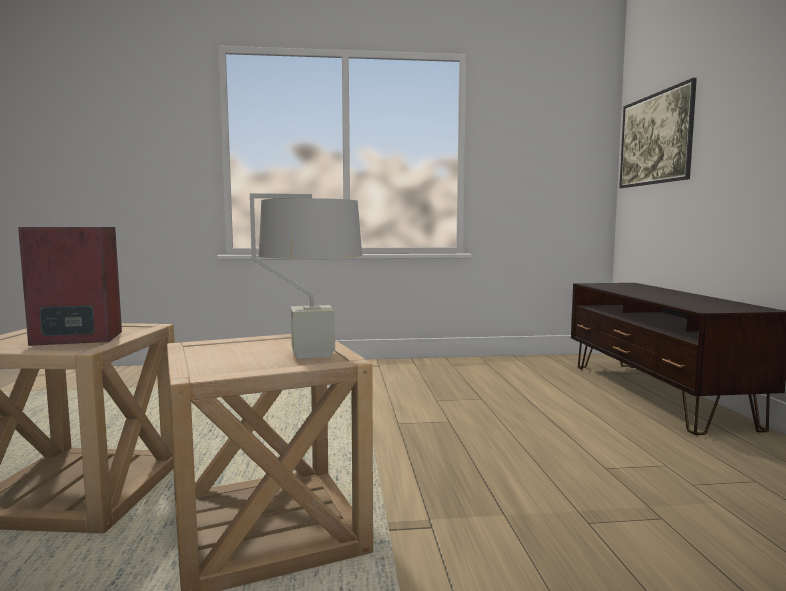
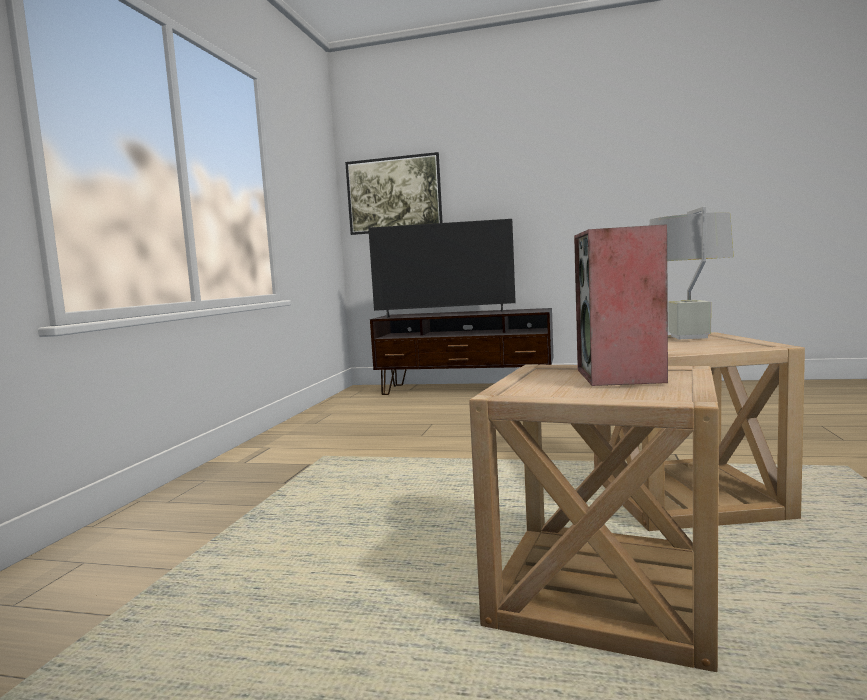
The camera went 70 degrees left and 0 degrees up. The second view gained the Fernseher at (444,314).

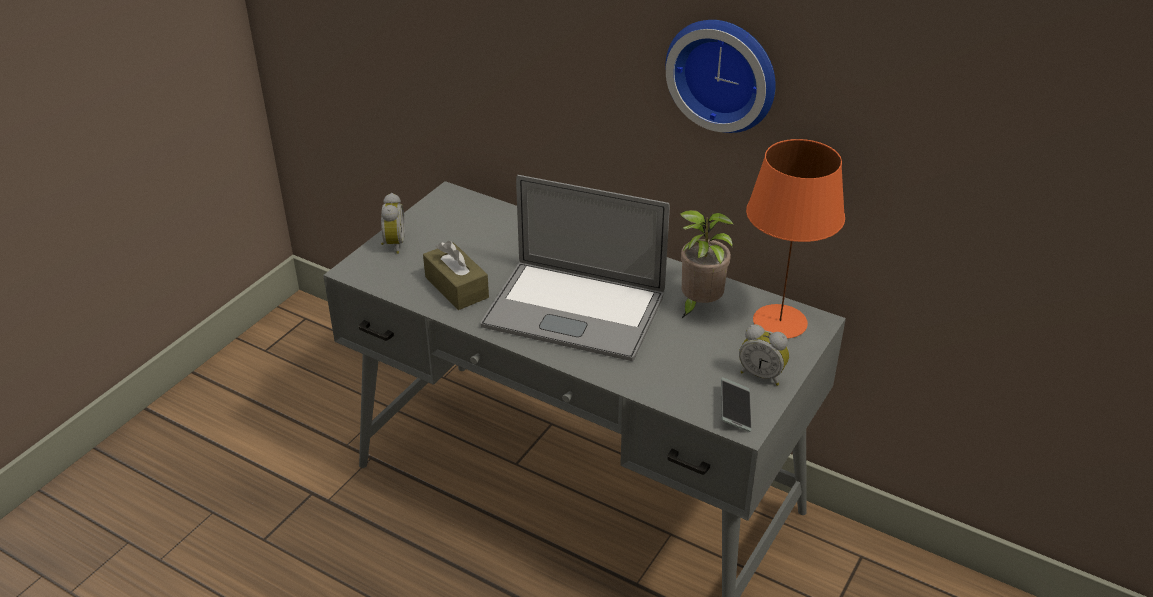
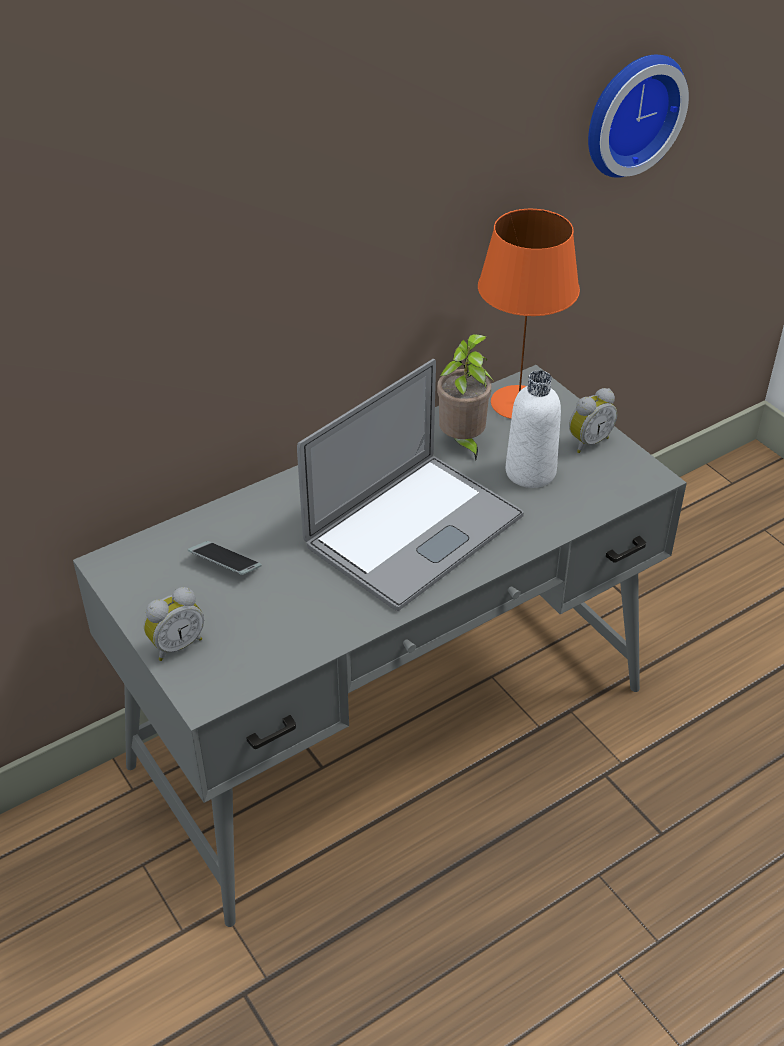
The camera went 65 degrees left and 5 degrees up. The Wanduhr ended up elsewhere, having gone from (724,73) to (629,113). The Wecker at (392,244) ended up facing another way, 120 degrees clockwise from before. The second view lost the Taschentuchbox (braun) at (456,287). The Handy ended up elsewhere, having gone from (735,409) to (225,563). The second view gained the Flasche (weiß) at (530,472).

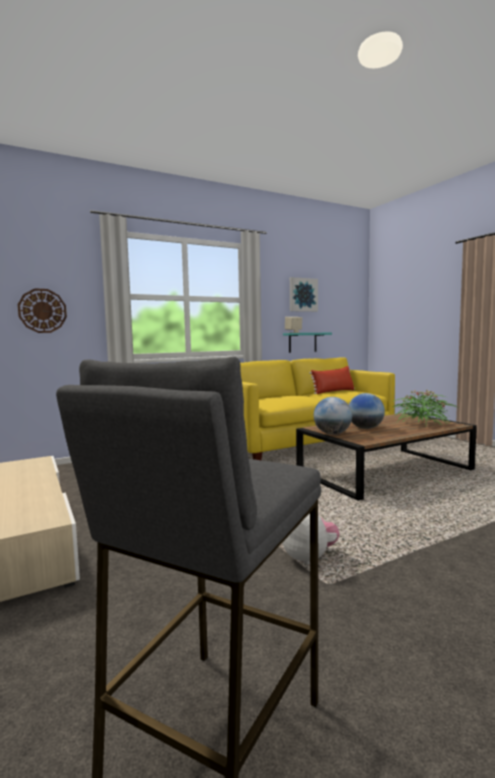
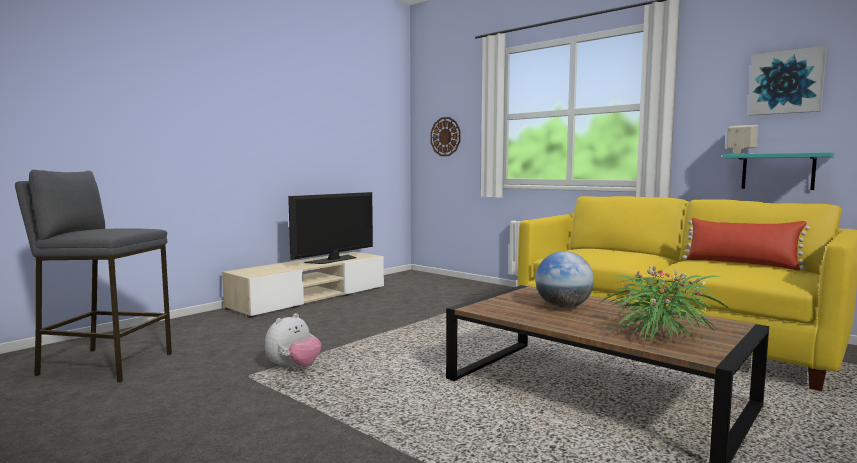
The camera went 70 degrees right and 0 degrees up. The second view lost the Globus at (332,434). The second view gained the Fernseher at (333,260).

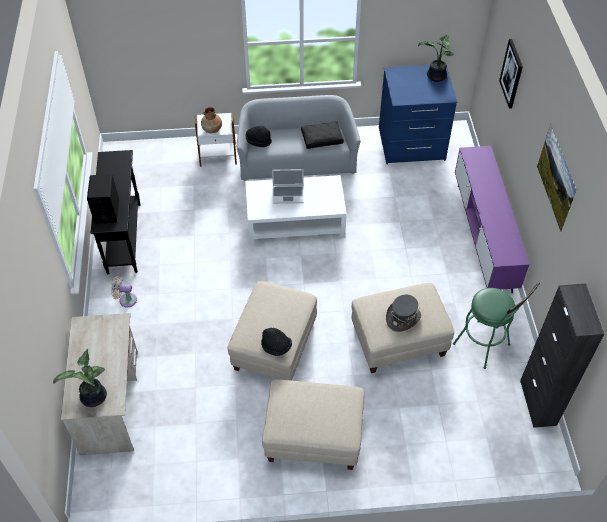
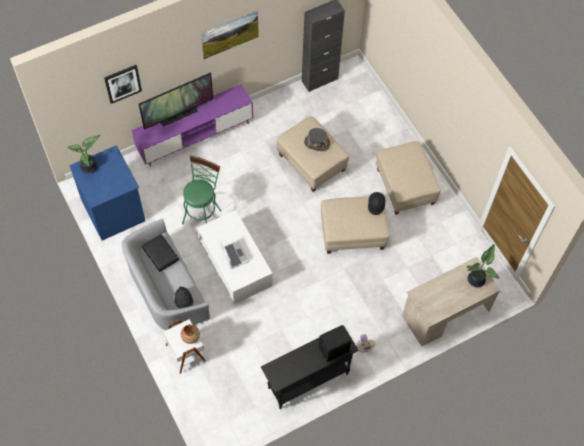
The camera went 115 degrees left and 10 degrees up. The Hocker (grün) ended up elsewhere, having gone from (485,347) to (203,214). The second view gained the Fernseher at (178,116).

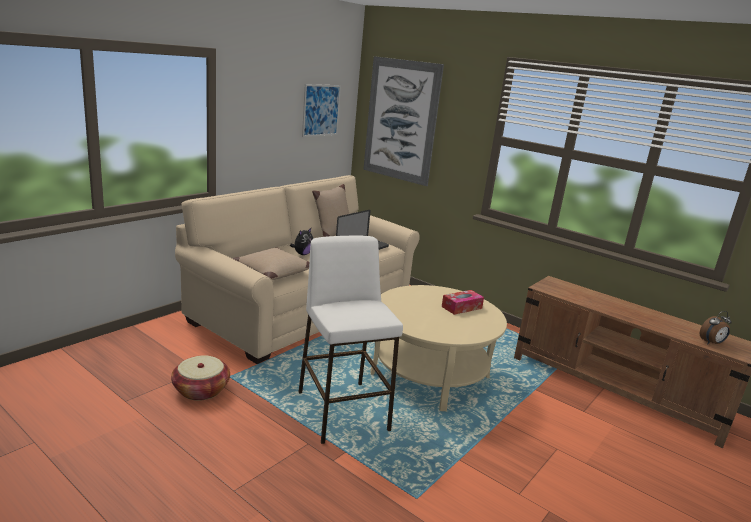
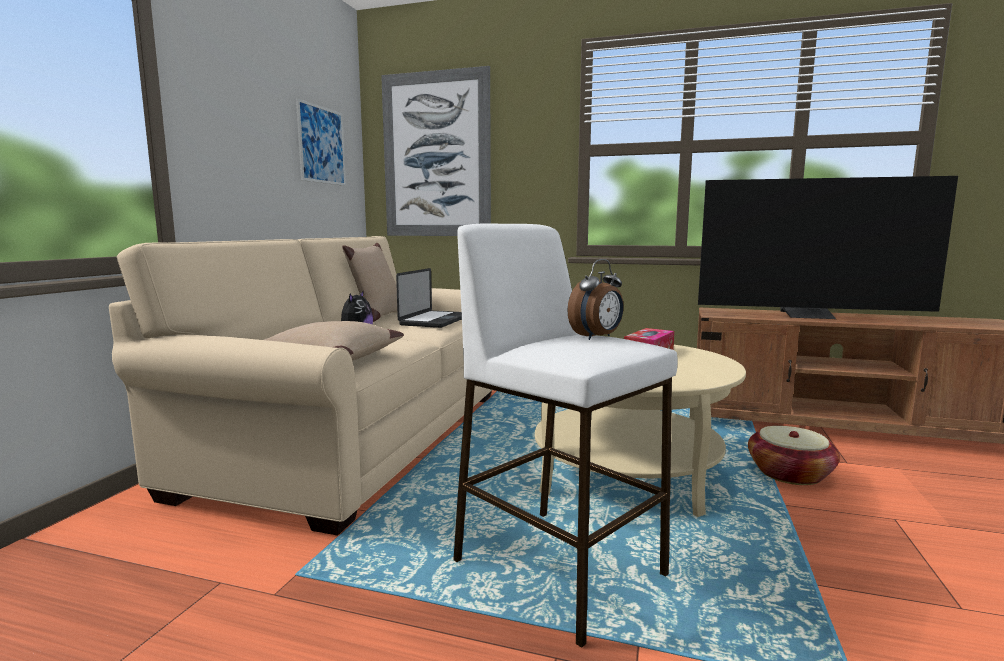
The camera went 20 degrees left and 10 degrees down. The Wecker ended up elsewhere, having gone from (711,343) to (597,337). The Korb ended up elsewhere, having gone from (201,390) to (789,474). The second view gained the Fernseher at (809,316).

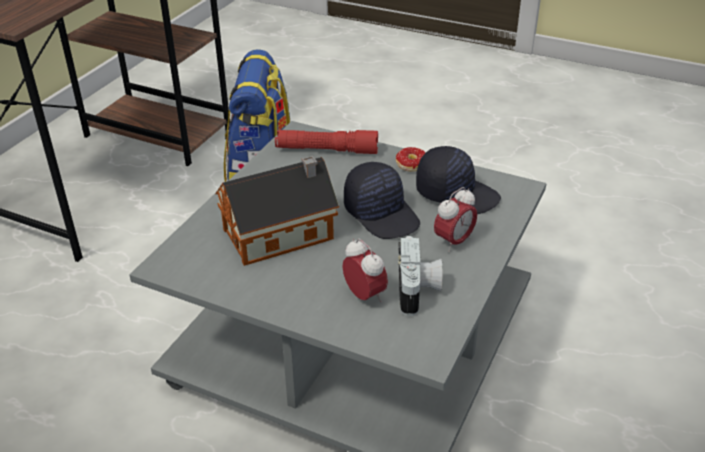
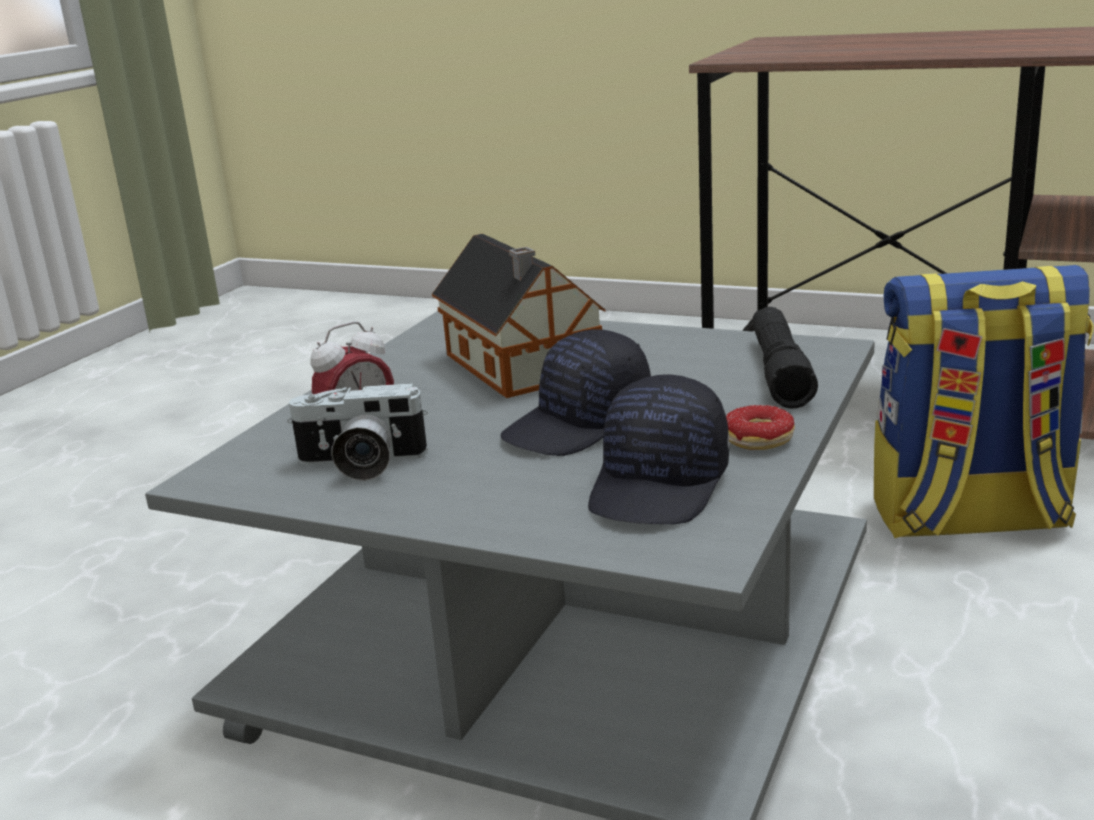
The camera went 90 degrees right and 15 degrees down. What was the Taschenlampe (rot) at (326,150) turned into the Taschenlampe (schwarz) at (779,371). The second view lost the Wecker at (453,242).

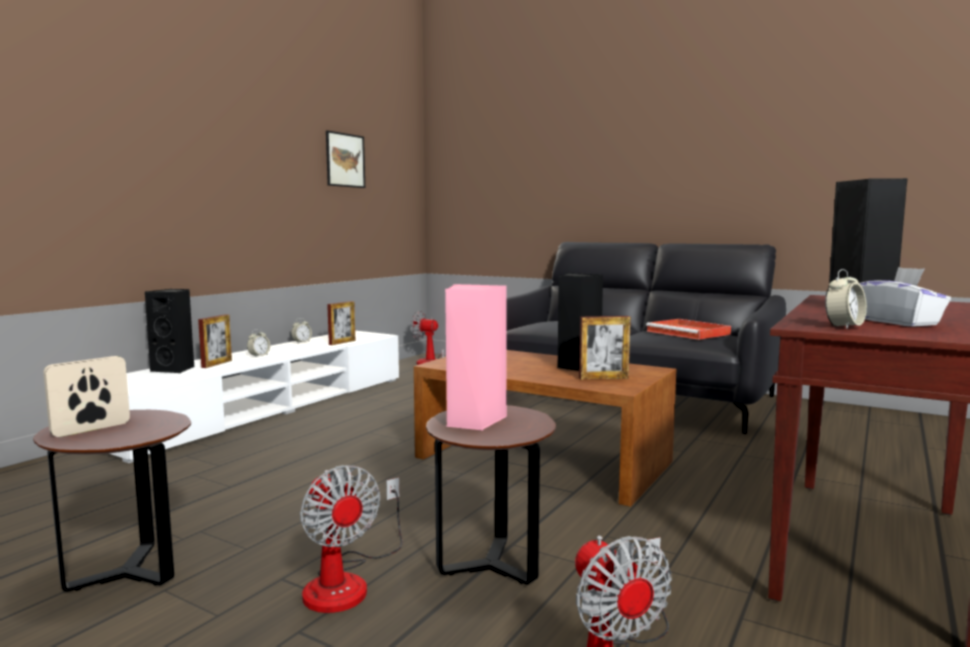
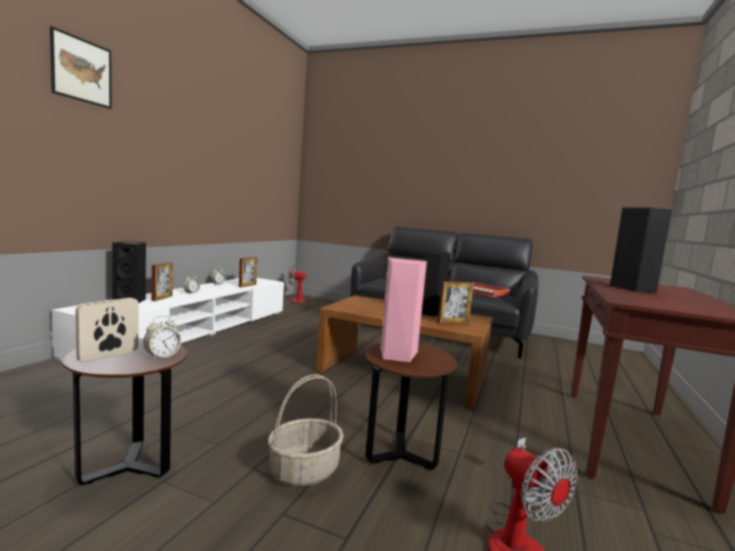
The camera went 10 degrees left and 0 degrees up. The Bild ended up elsewhere, having gone from (345,160) to (82,70). The second view lost the Taschentuchbox (weiß) at (900,322). The Wecker ended up elsewhere, having gone from (844,327) to (162,356). Where the Ventilator stood at (347,581), the Korb came to stand at (304,470).

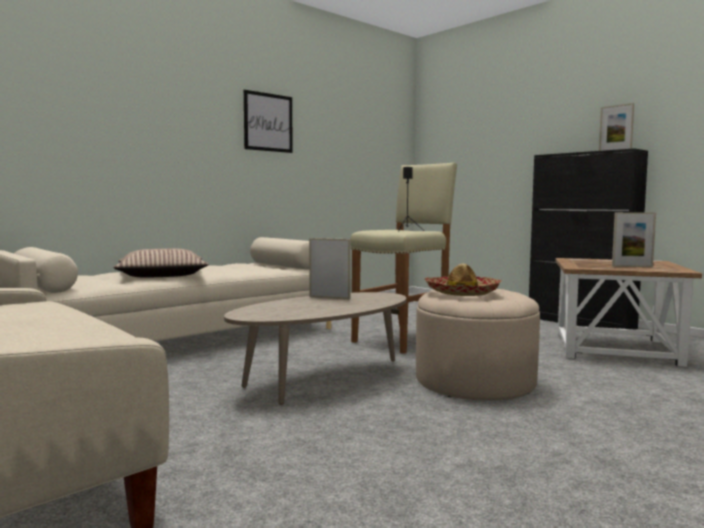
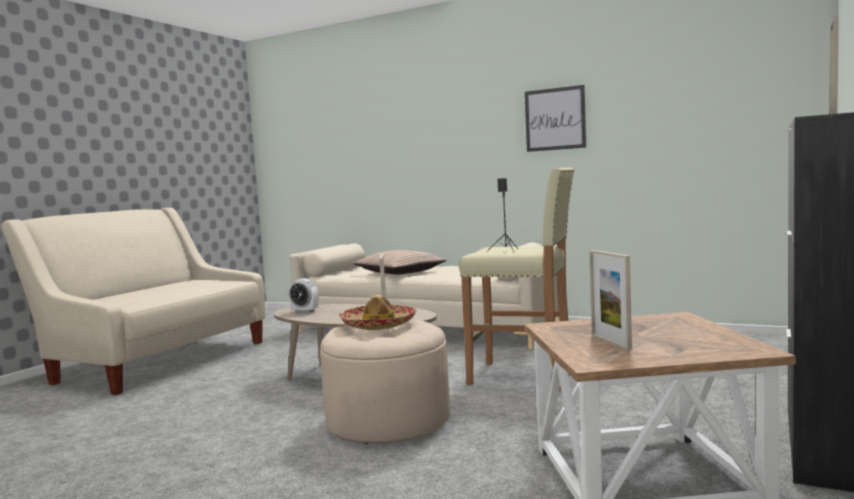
The camera went 70 degrees right and 0 degrees up. The second view gained the Wecker at (305,311).

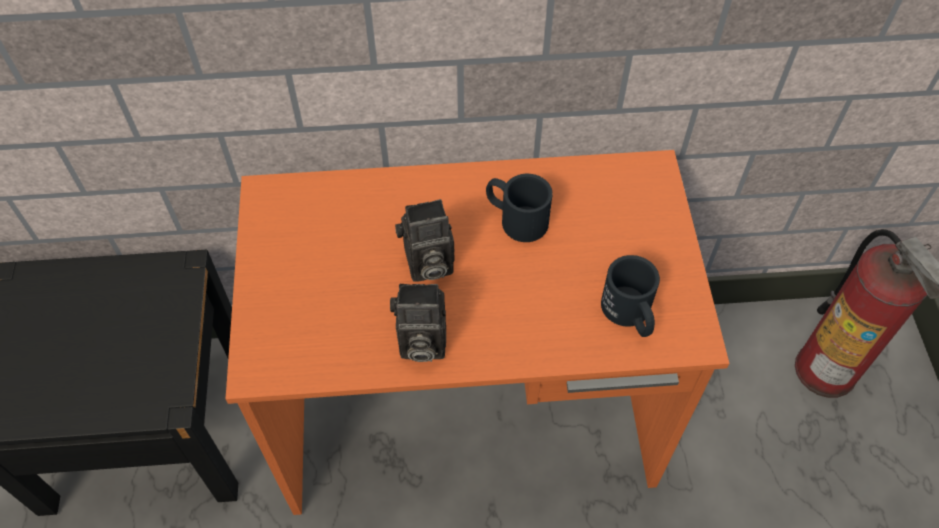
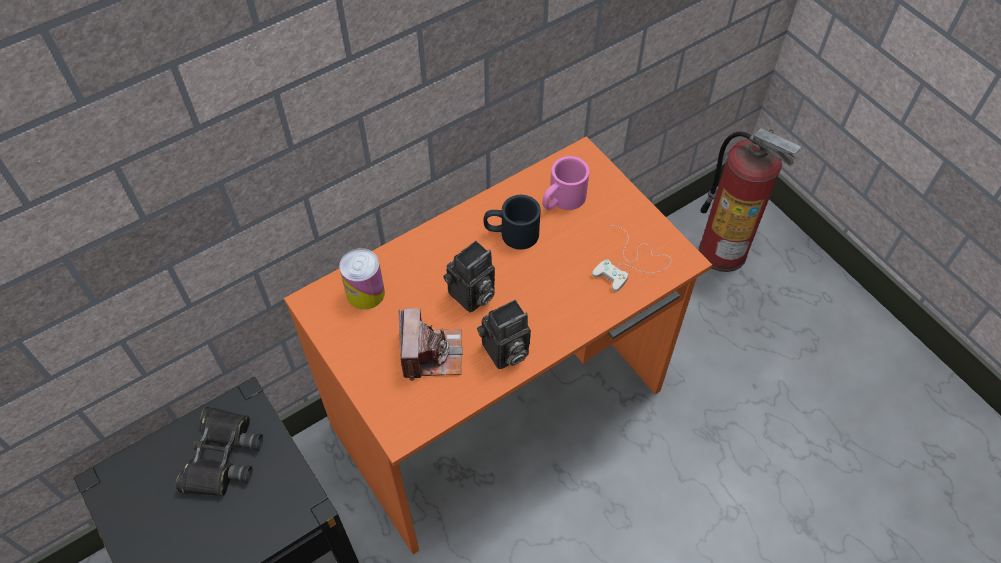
The camera went 30 degrees left and 0 degrees up. Where the Henkelbecher (schwarz) stood at (630,314), the Gamepad (weiß) came to stand at (631,263). The second view gained the Henkelbecher (rosa) at (562,200). The second view gained the Dose at (365,293). The second view gained the Kamera at (431,353). The second view gained the Fernglas (schwarz) at (222,456).

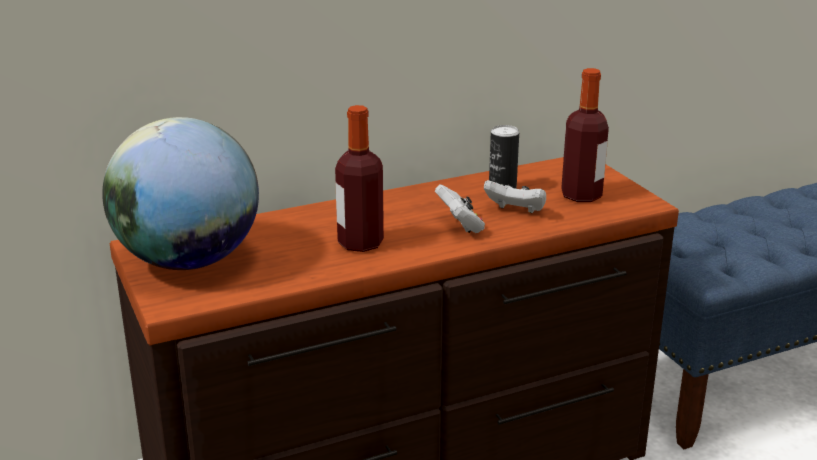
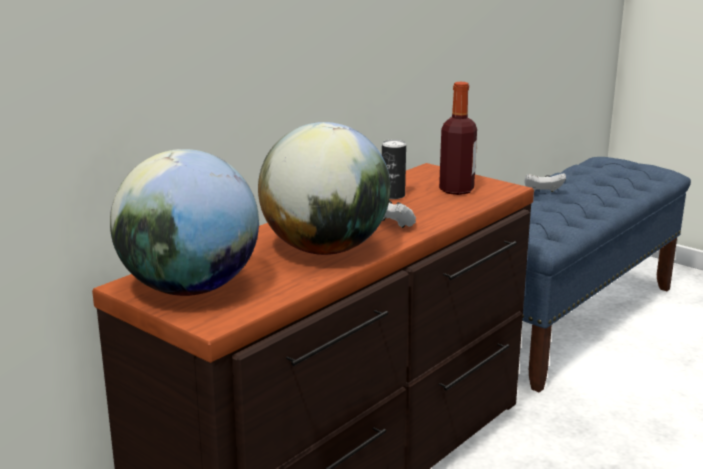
The camera went 25 degrees left and 5 degrees down. Where the Flasche stood at (360,243), the Globus came to stand at (325,249). The Gamepad (weiß) ended up elsewhere, having gone from (516,211) to (542,192).

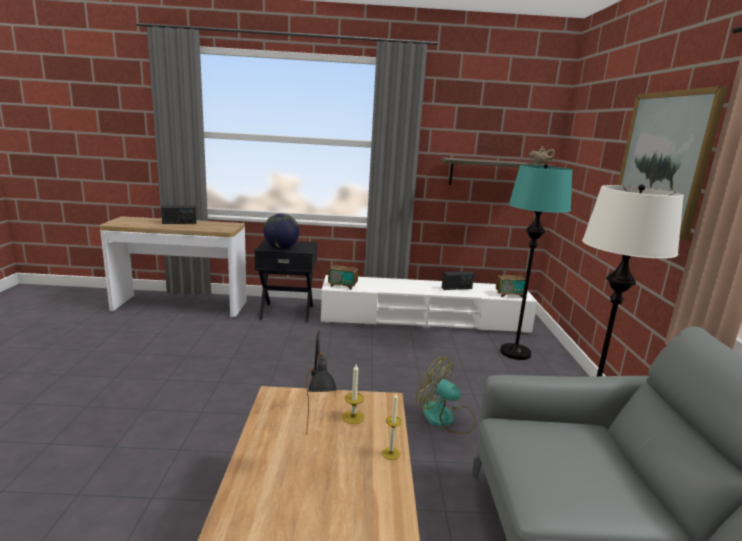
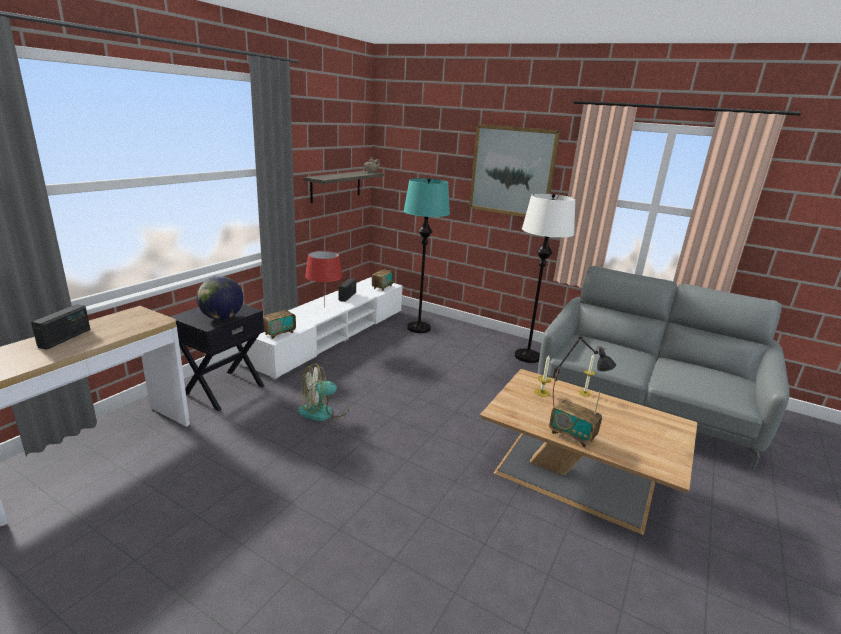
The camera went 60 degrees left and 5 degrees up. The Ventilator ended up elsewhere, having gone from (446,418) to (323,411). The second view gained the Tischlampe (rot) at (324,307). The second view gained the Radio at (572,436).

